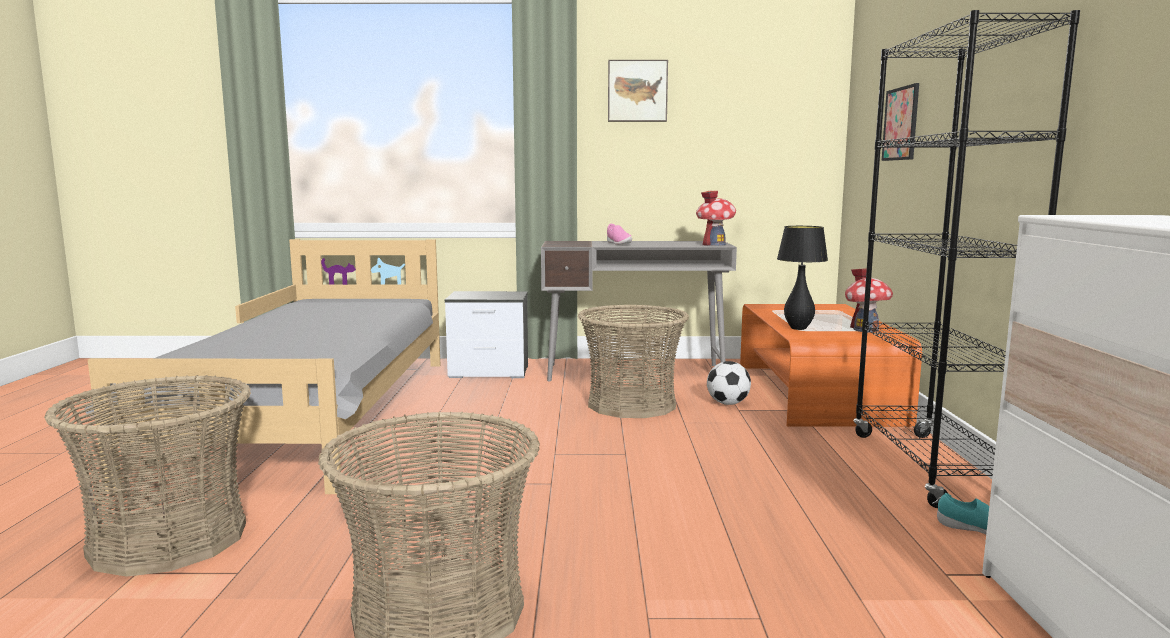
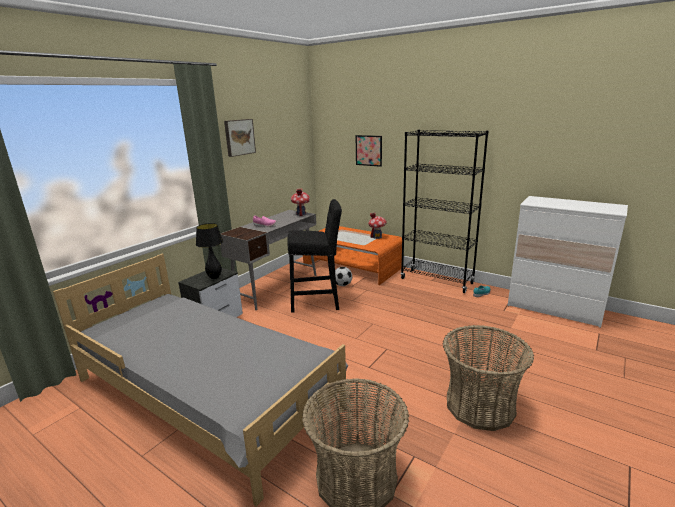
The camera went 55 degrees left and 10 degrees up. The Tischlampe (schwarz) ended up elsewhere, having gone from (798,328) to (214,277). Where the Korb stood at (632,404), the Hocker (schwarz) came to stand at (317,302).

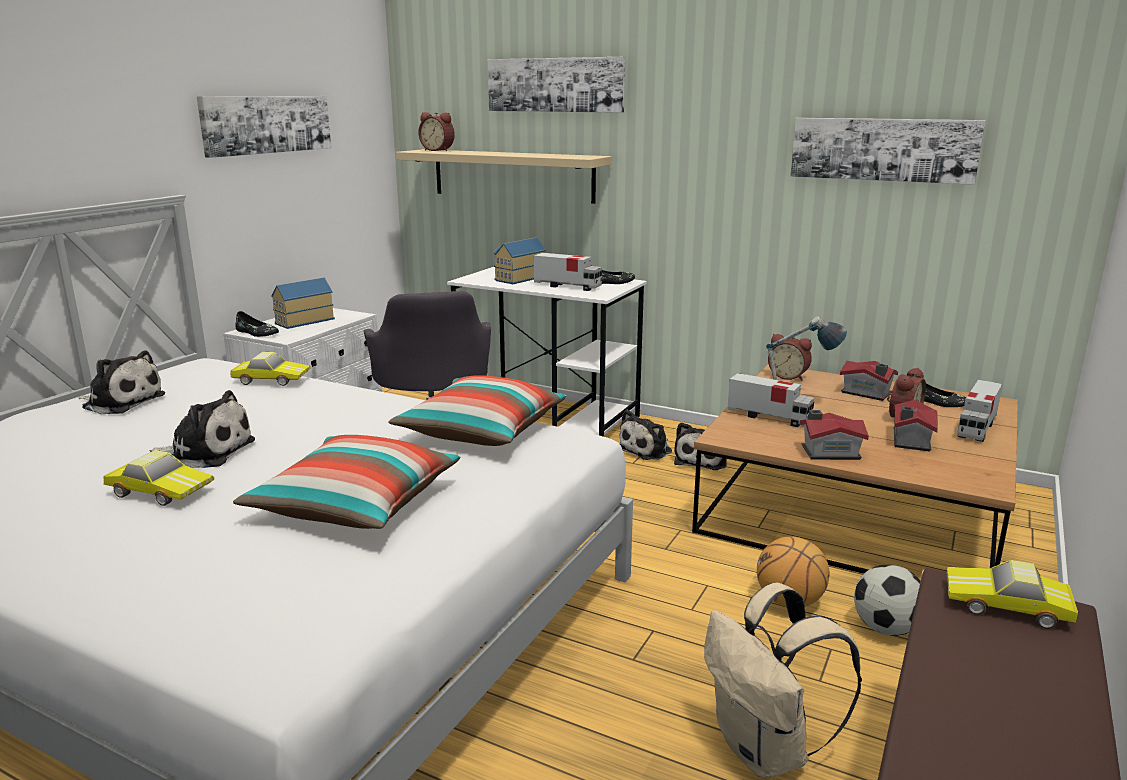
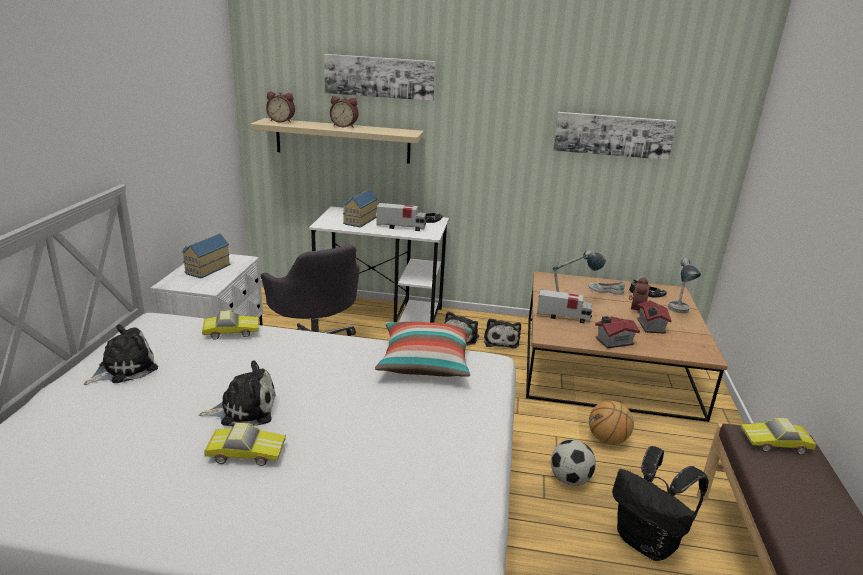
The camera went 20 degrees left and 5 degrees up. The second view lost the Bild at (267,124). The second view lost the Schuh (schwarz) at (257,333). The Wecker ended up elsewhere, having gone from (788,376) to (344,126). The Plüschtier at (121,402) ended up facing another way, 45 degrees counterclockwise from before. Where the Spielzeughaus stood at (867,393), the Schuh (weiß) came to stand at (605,291). Where the Spielzeuglaster stood at (976,428), the Tischlampe came to stand at (678,312). The second view lost the Kissen at (356,505). The Fußball ended up elsewhere, having gone from (886,628) to (570,479). What was the Rucksack (beige) at (766,751) turned into the Rucksack (schwarz) at (647,542).

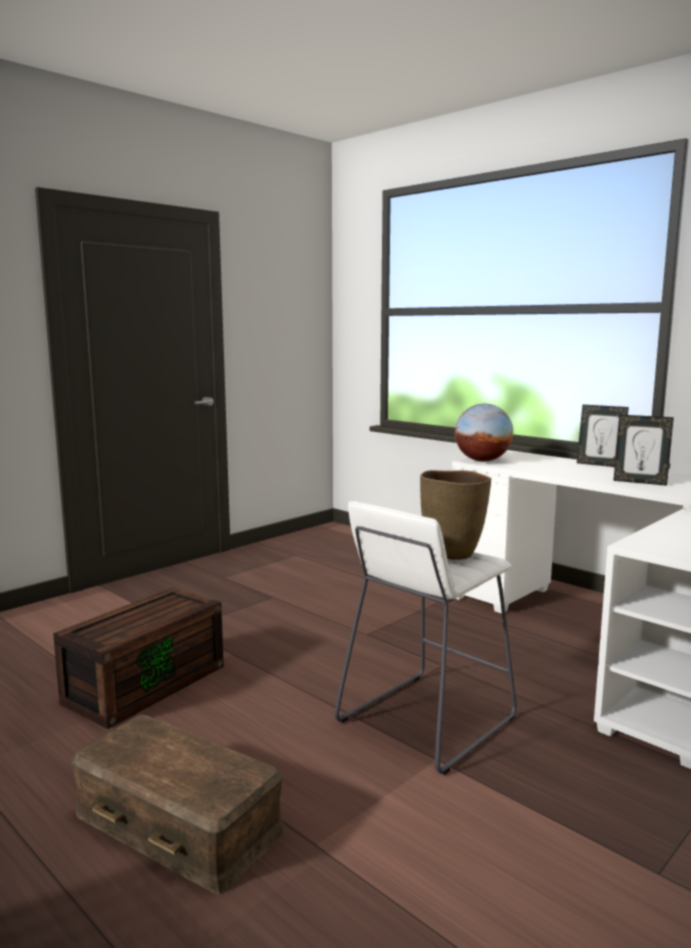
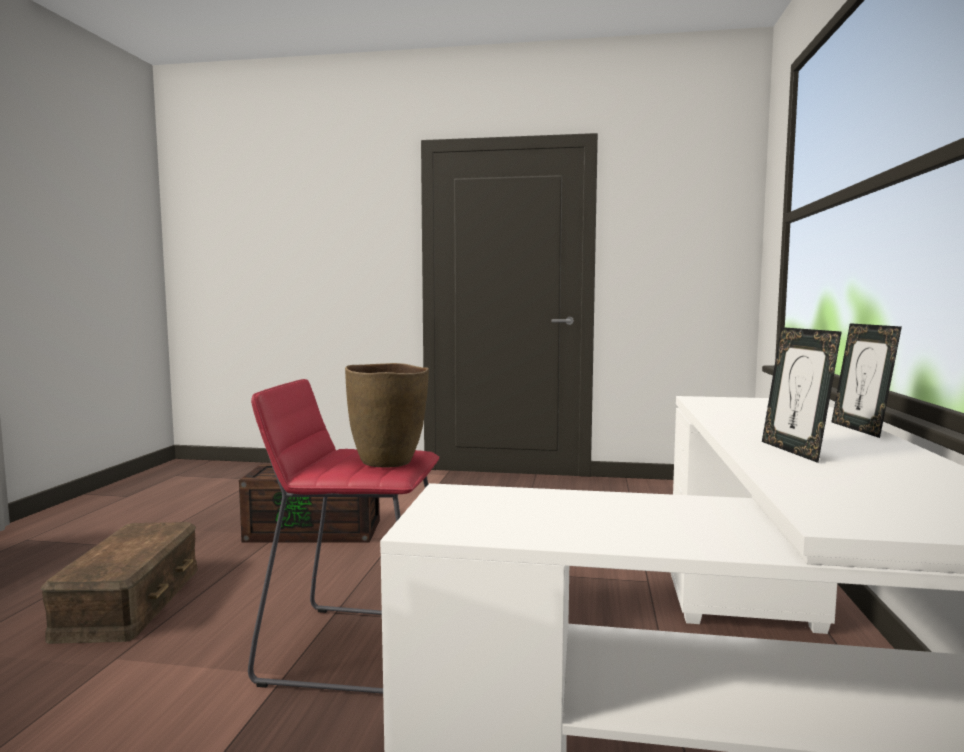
The camera went 55 degrees right and 5 degrees down. The second view lost the Globus at (482,460). What was the Hocker (weiß) at (426,720) turned into the Hocker (rot) at (358,649).

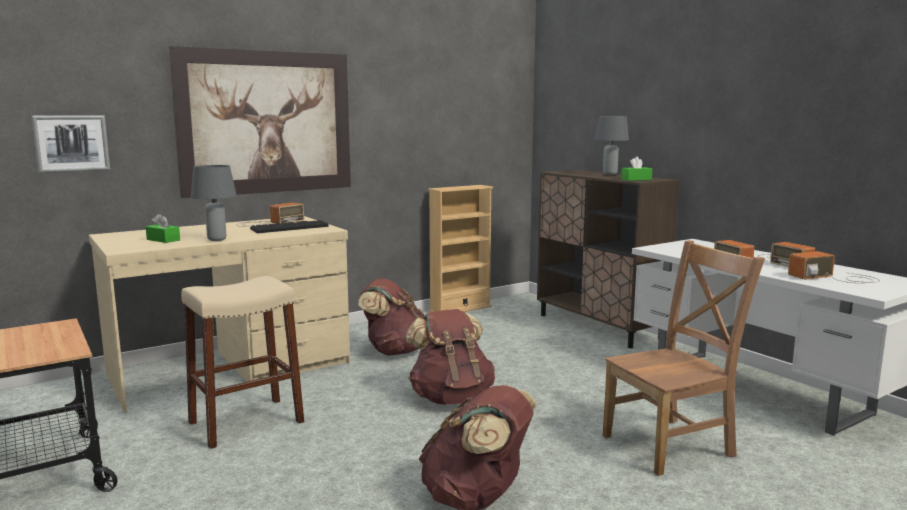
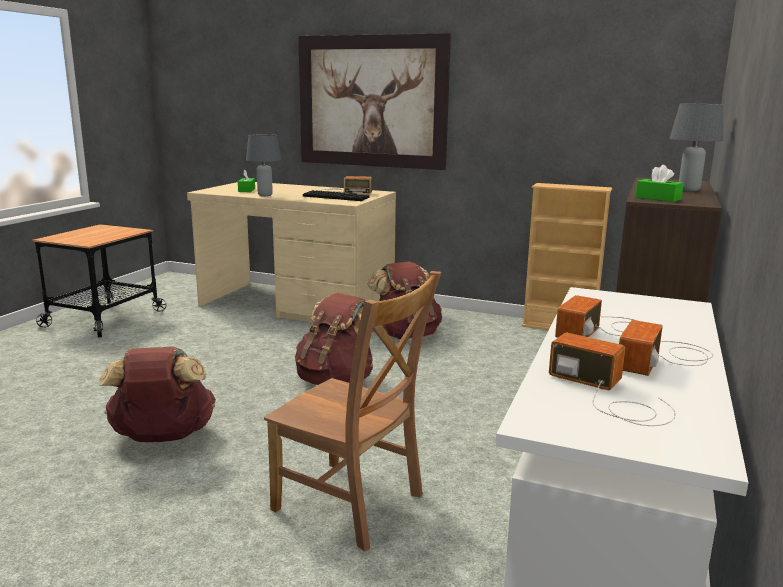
The camera went 55 degrees right and 5 degrees up. The second view lost the Bild at (71,143). The second view lost the Hocker (beige) at (246,422).

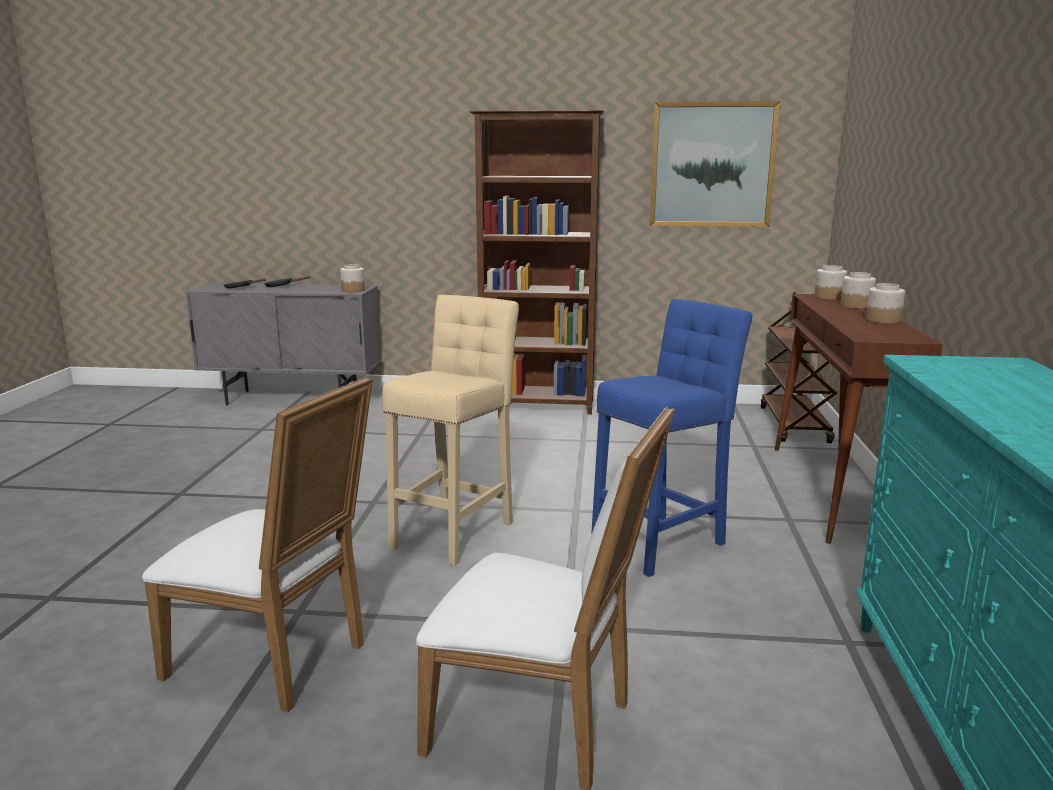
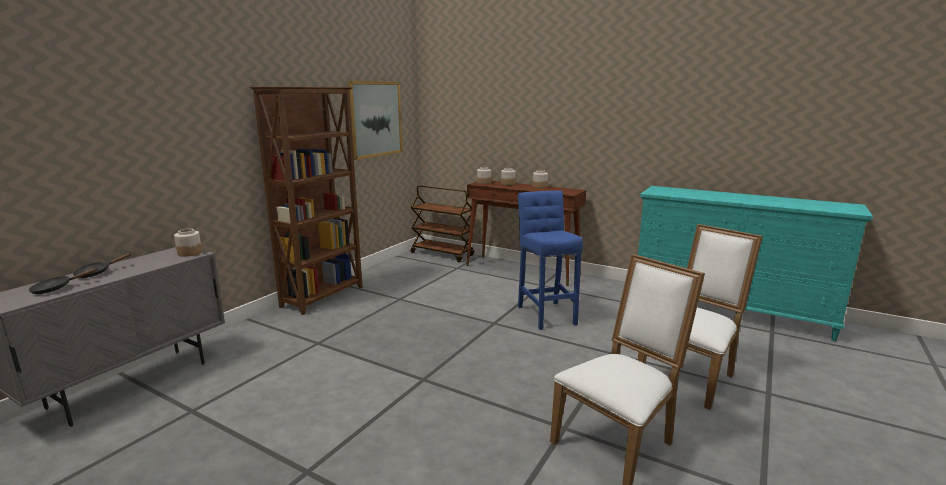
The camera went 65 degrees left and 0 degrees up. The second view lost the Hocker (beige) at (456,531).

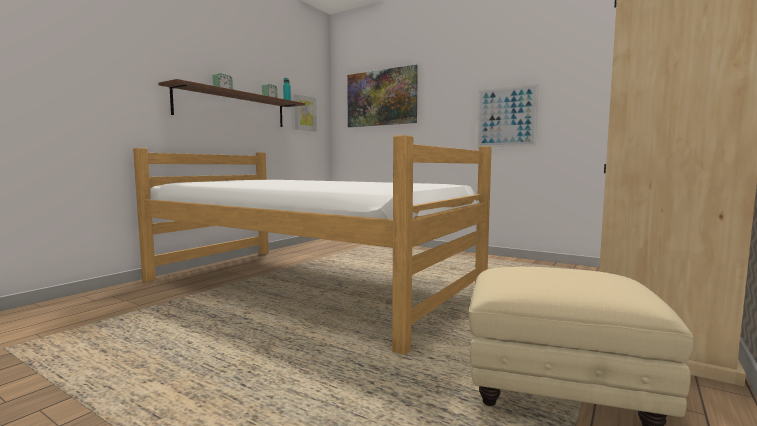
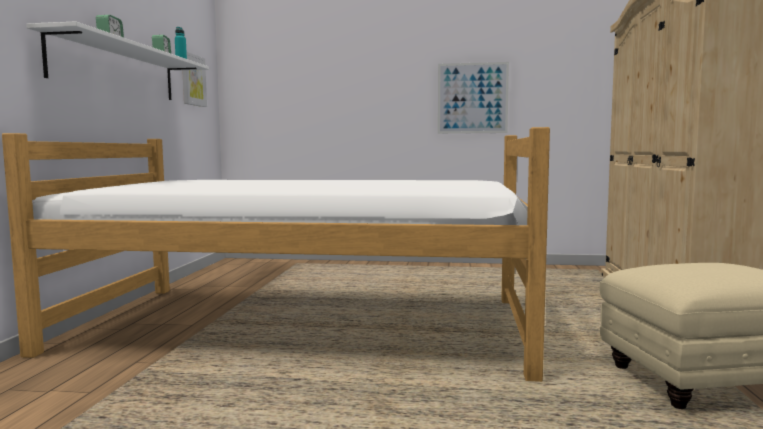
The camera went 25 degrees left and 0 degrees up. The second view lost the Bild at (381,98). What was the Wandregal (braun) at (233,108) turned into the Wandregal (weiß) at (117,70).

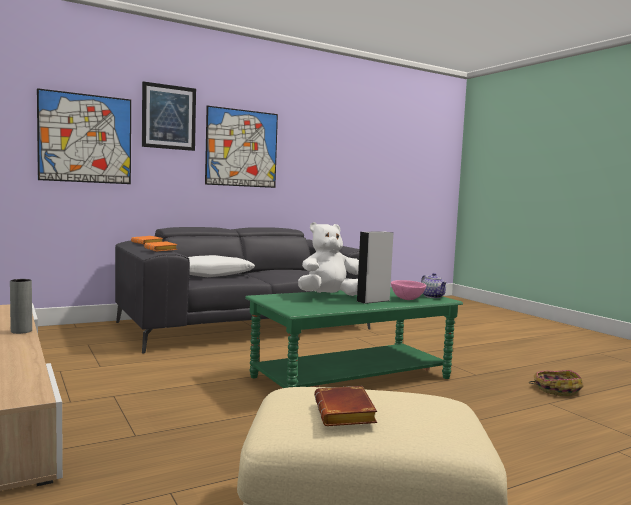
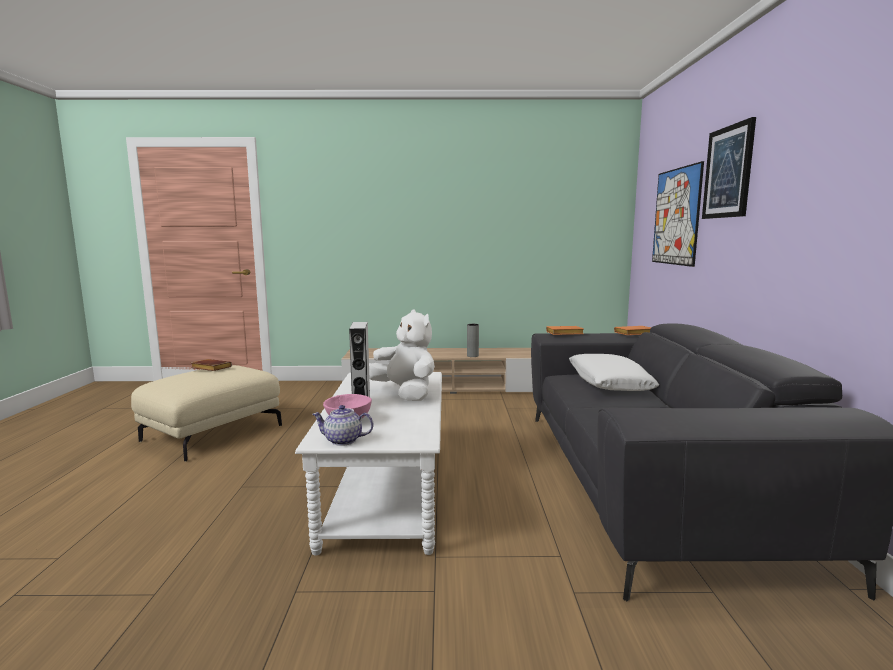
The camera went 120 degrees right and 5 degrees up. The second view lost the Bild at (242,148). The Plüschtier (weiß) at (329,296) ended up facing another way, 45 degrees counterclockwise from before. What was the Couchtisch (grün) at (352,378) turned into the Couchtisch (weiß) at (386,490). The second view lost the Korb at (555,389).

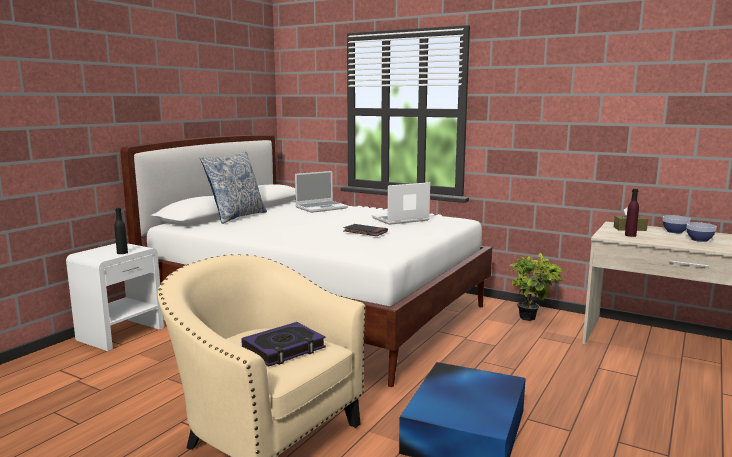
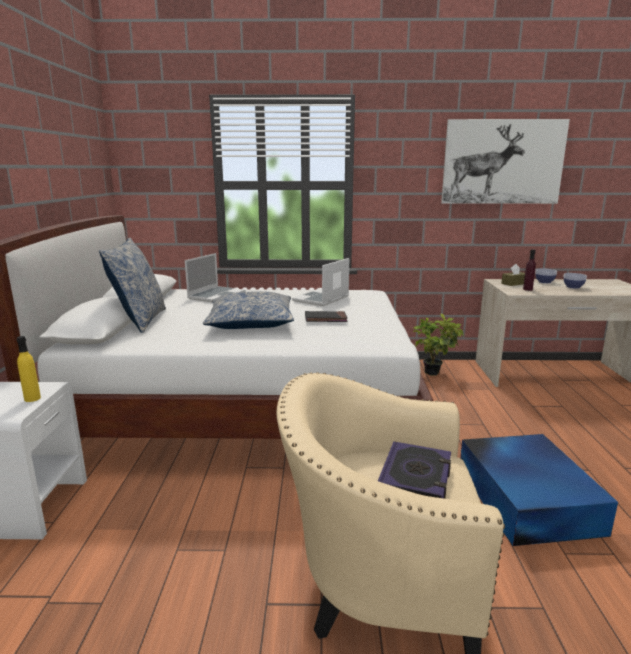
The camera went 30 degrees left and 5 degrees up. What was the Flasche (schwarz) at (122,253) turned into the Flasche (gelb) at (32,398). The second view gained the Bild at (502,162). The second view gained the Kissen at (251,322).

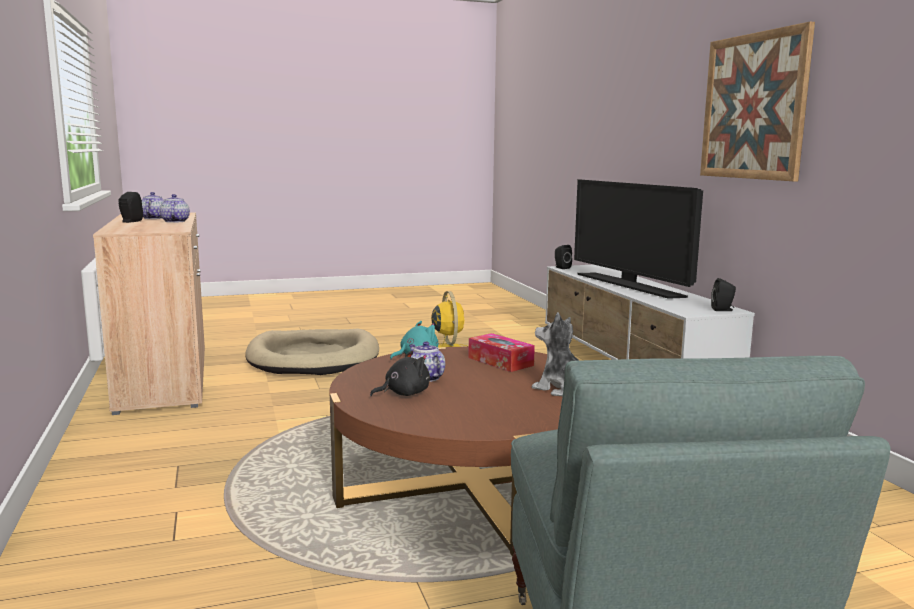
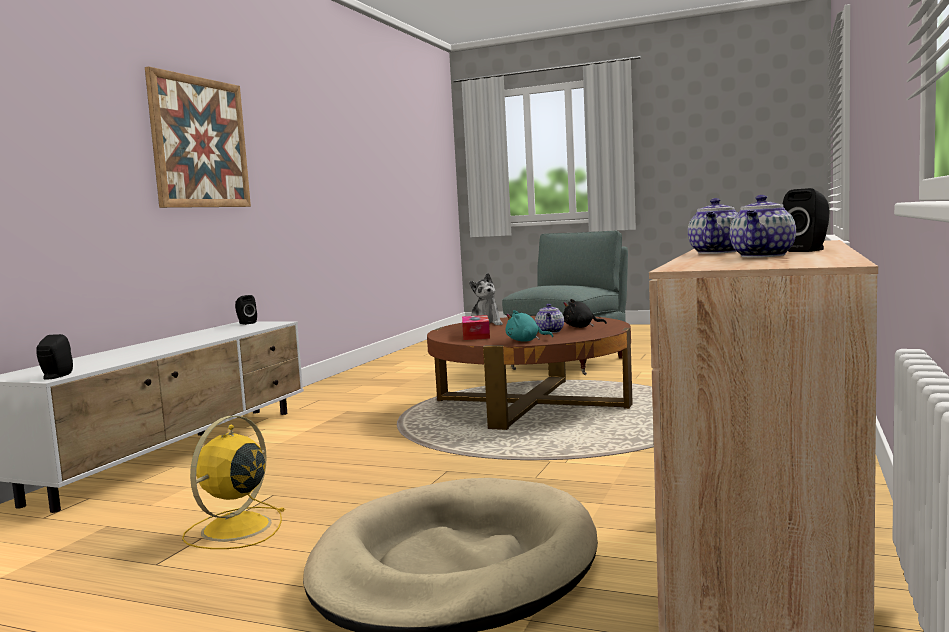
The camera went 140 degrees left and 5 degrees down. The second view lost the Fernseher at (629,286).

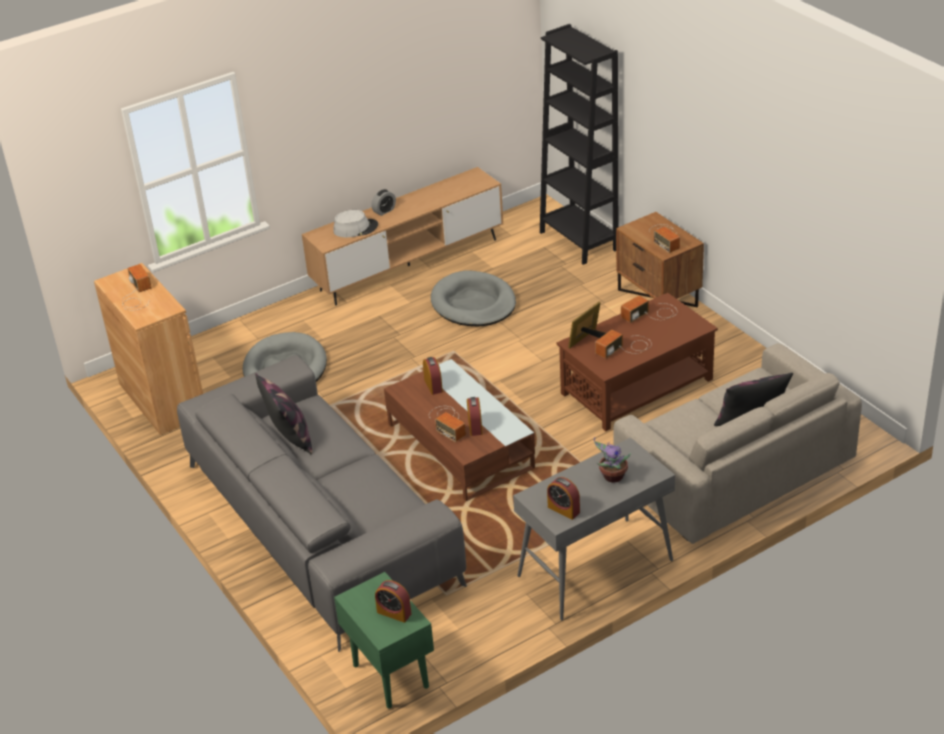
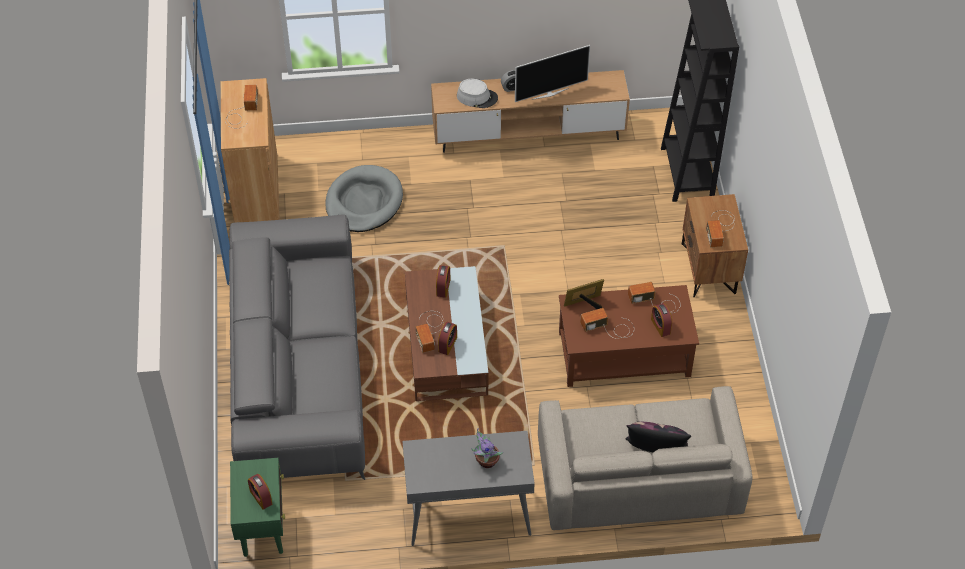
The camera went 25 degrees right and 15 degrees up. The second view lost the Hundebett (grau) at (473,303). The second view lost the Kissen at (290,437). The Wecker ended up elsewhere, having gone from (563,509) to (660,326). The second view gained the Fernseher at (549,93).

